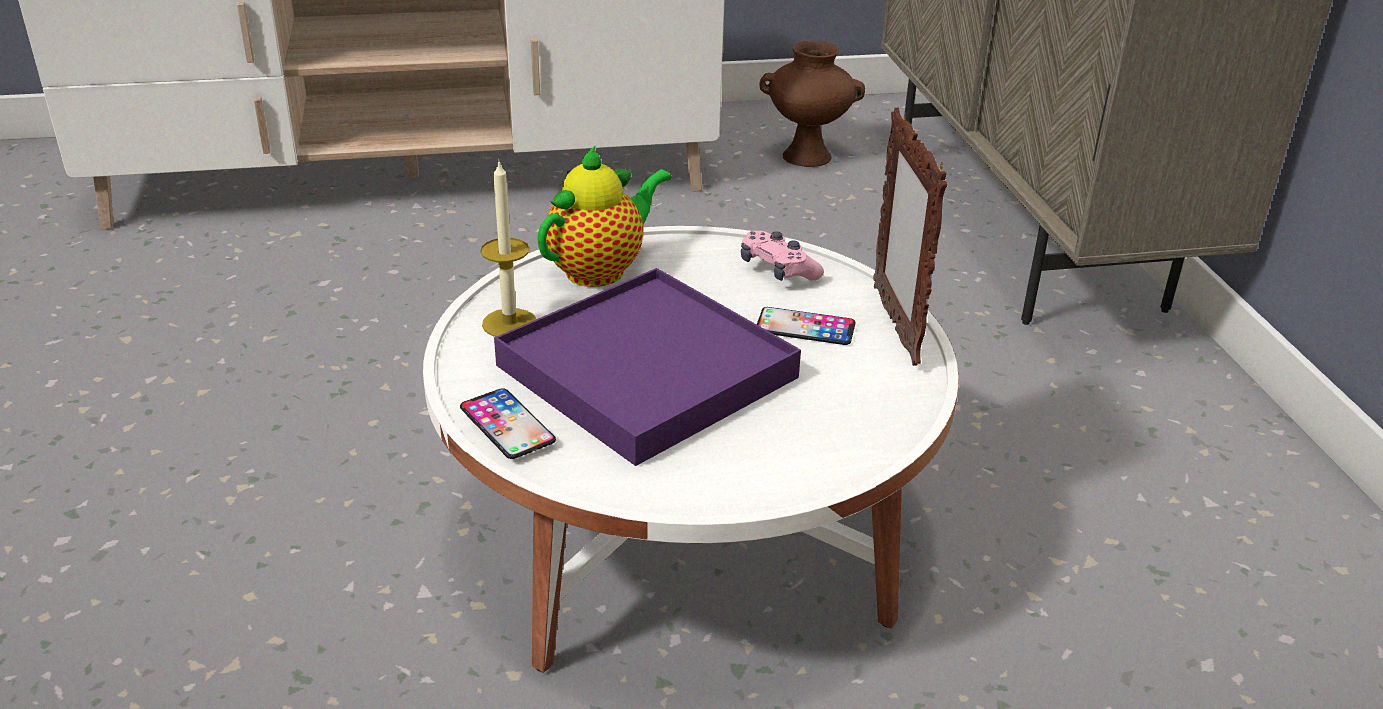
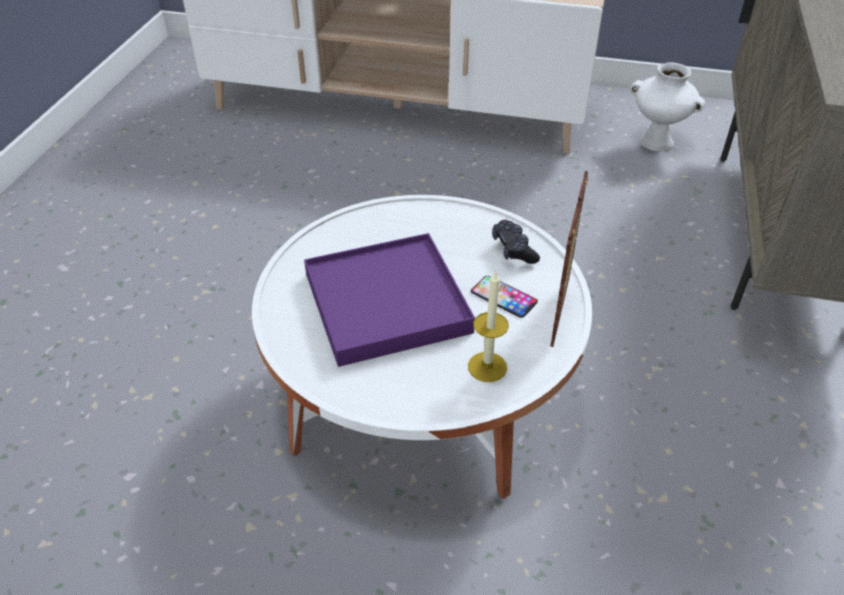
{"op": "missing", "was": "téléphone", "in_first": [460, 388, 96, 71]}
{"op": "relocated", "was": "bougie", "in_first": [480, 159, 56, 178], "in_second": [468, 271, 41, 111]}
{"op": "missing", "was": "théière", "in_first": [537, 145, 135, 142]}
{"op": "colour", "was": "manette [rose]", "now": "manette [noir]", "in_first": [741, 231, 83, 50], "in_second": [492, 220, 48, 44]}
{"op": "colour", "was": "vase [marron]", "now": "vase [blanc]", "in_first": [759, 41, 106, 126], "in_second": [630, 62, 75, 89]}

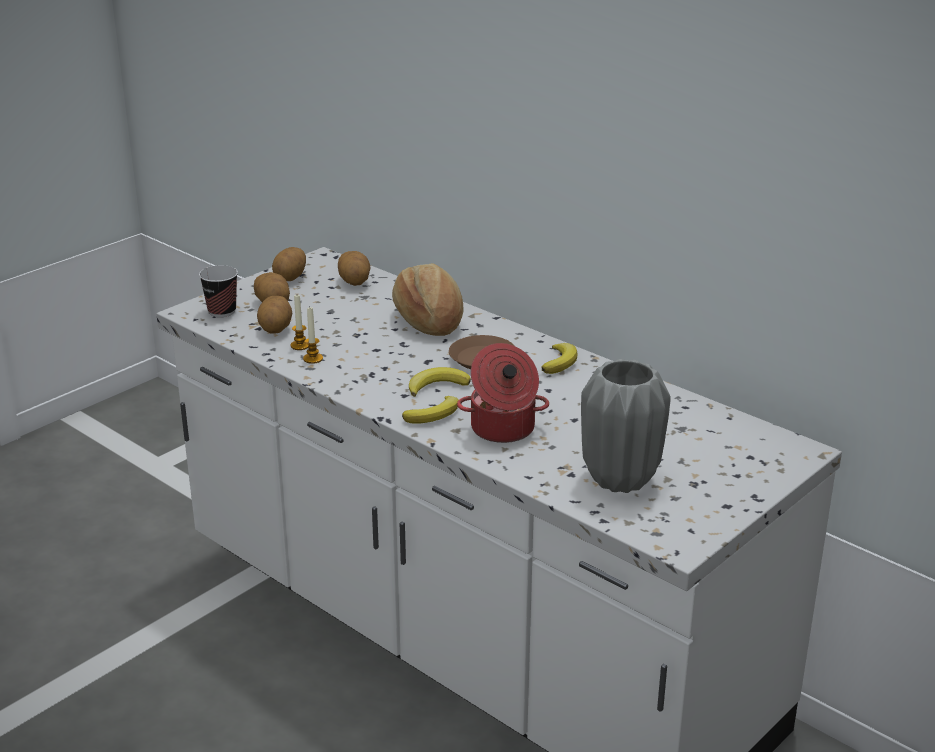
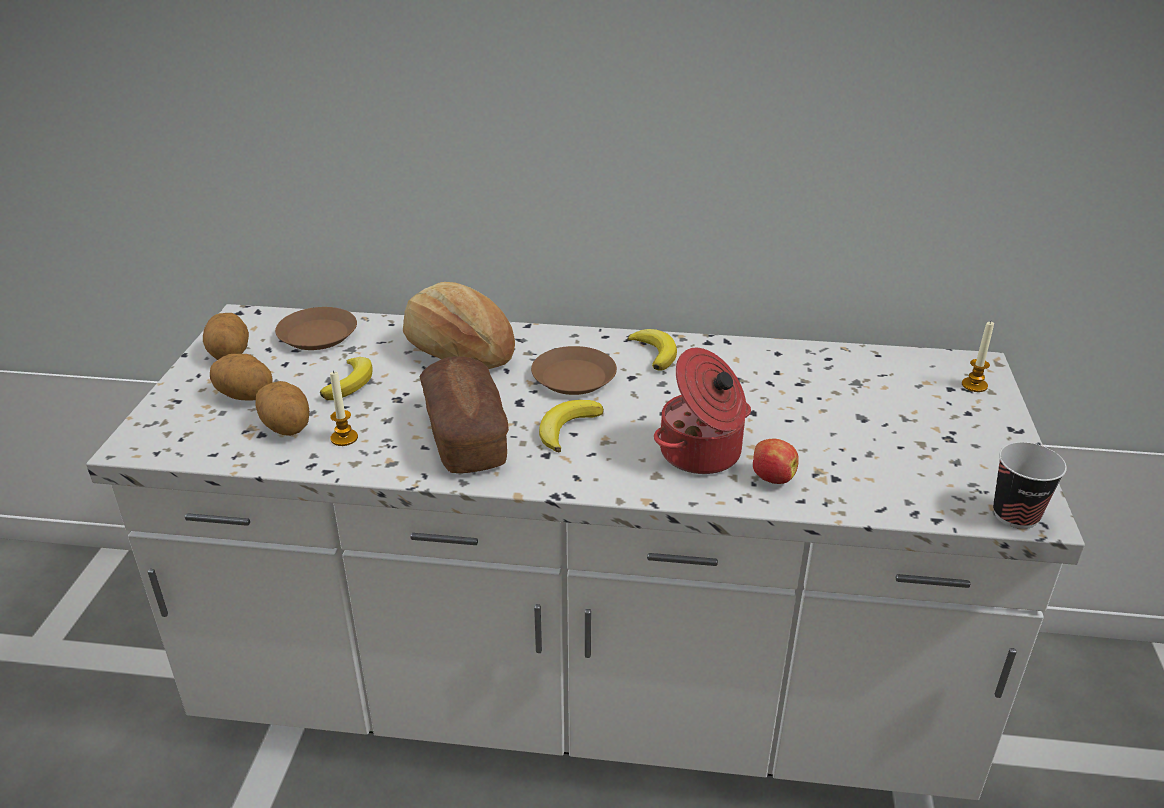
{"op": "relocated", "was": "tasse", "in_first": [199, 265, 39, 52], "in_second": [993, 442, 74, 87]}
{"op": "relocated", "was": "bougie", "in_first": [303, 307, 20, 57], "in_second": [962, 321, 32, 71]}
{"op": "exchanged", "was": "pomme de terre", "now": "assiette [marron]", "in_first": [338, 251, 32, 35], "in_second": [275, 307, 82, 43]}
{"op": "relocated", "was": "banane", "in_first": [402, 396, 56, 28], "in_second": [320, 357, 53, 43]}
{"op": "missing", "was": "vase [gris]", "in_first": [581, 359, 90, 134]}
{"op": "appeared", "now": "pain", "in_second": [419, 356, 90, 117]}
{"op": "appeared", "now": "pomme", "in_second": [753, 439, 46, 45]}

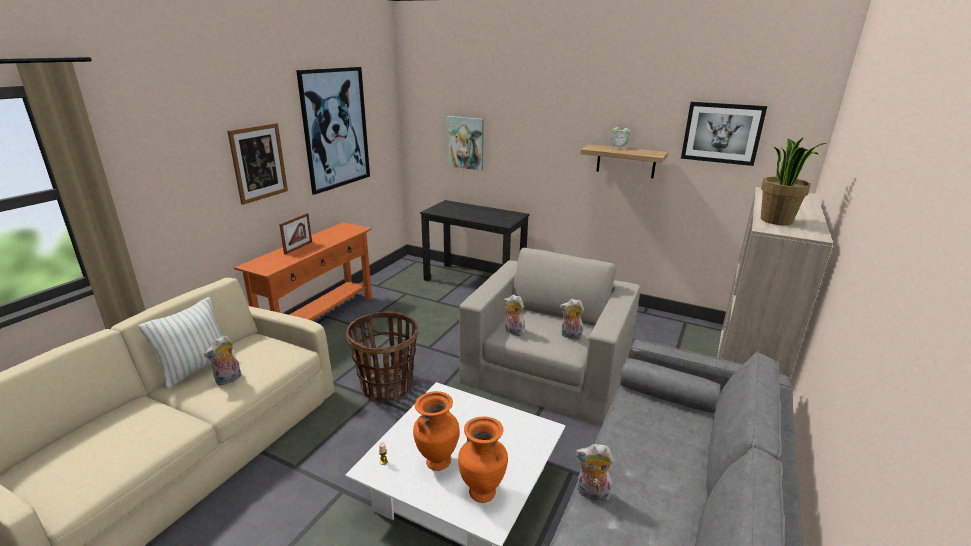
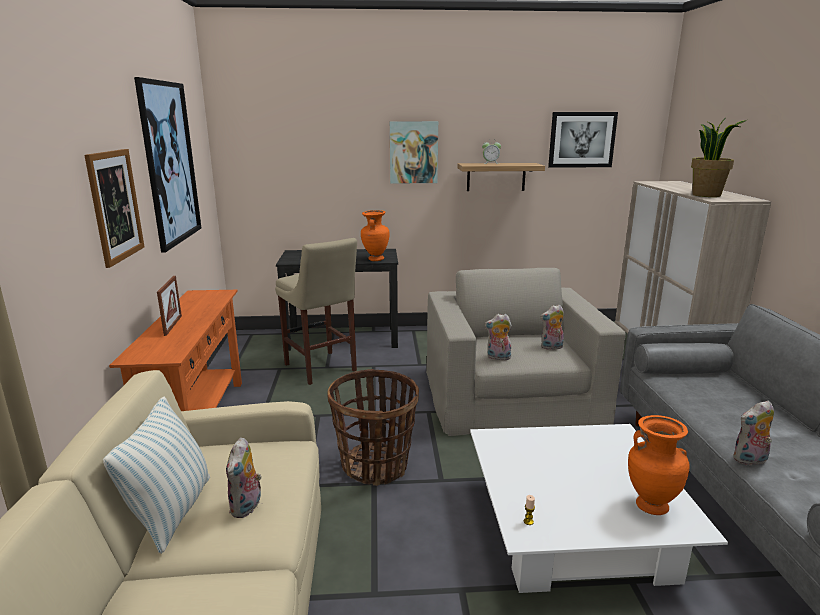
{"op": "relocated", "was": "vase [orange]", "in_first": [413, 391, 47, 80], "in_second": [361, 210, 29, 51]}
{"op": "relocated", "was": "tableau", "in_first": [446, 116, 38, 55], "in_second": [390, 121, 48, 63]}
{"op": "appeared", "now": "tabouret [beige]", "in_second": [275, 238, 82, 147]}

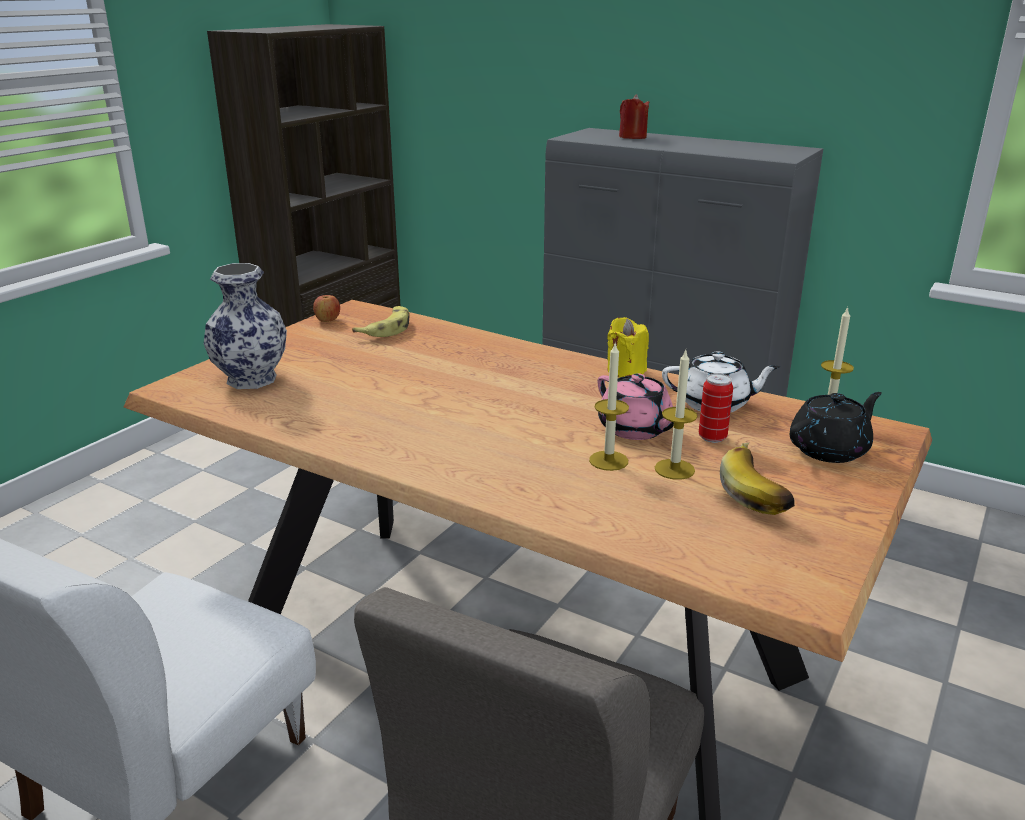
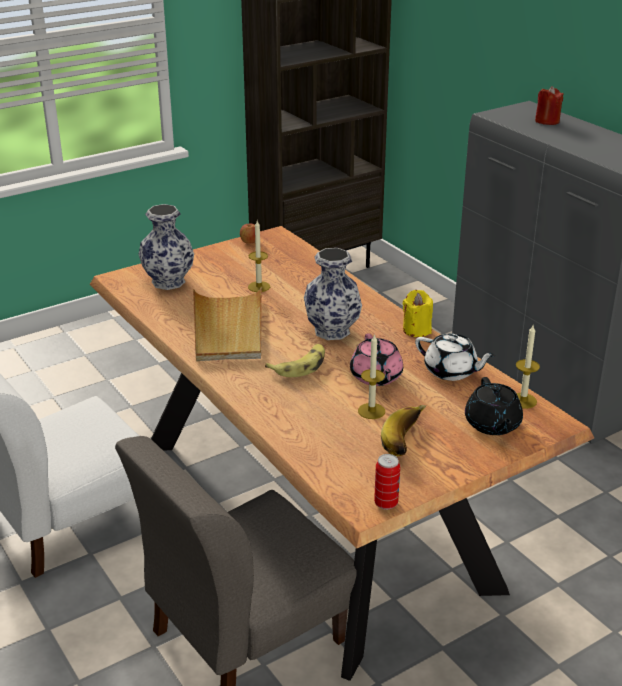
{"op": "relocated", "was": "banane", "in_first": [352, 306, 58, 31], "in_second": [265, 344, 60, 33]}
{"op": "relocated", "was": "bougie", "in_first": [589, 344, 40, 127], "in_second": [248, 221, 22, 71]}
{"op": "relocated", "was": "boîte métallique", "in_first": [699, 373, 34, 70], "in_second": [374, 454, 26, 56]}
{"op": "spun", "was": "théière [noir]", "in_first": [790, 392, 92, 71], "in_second": [465, 377, 58, 58], "clockwise": 90}
{"op": "appeared", "now": "plateau [beige]", "in_second": [193, 287, 69, 74]}
{"op": "appeared", "now": "vase", "in_second": [304, 248, 58, 92]}

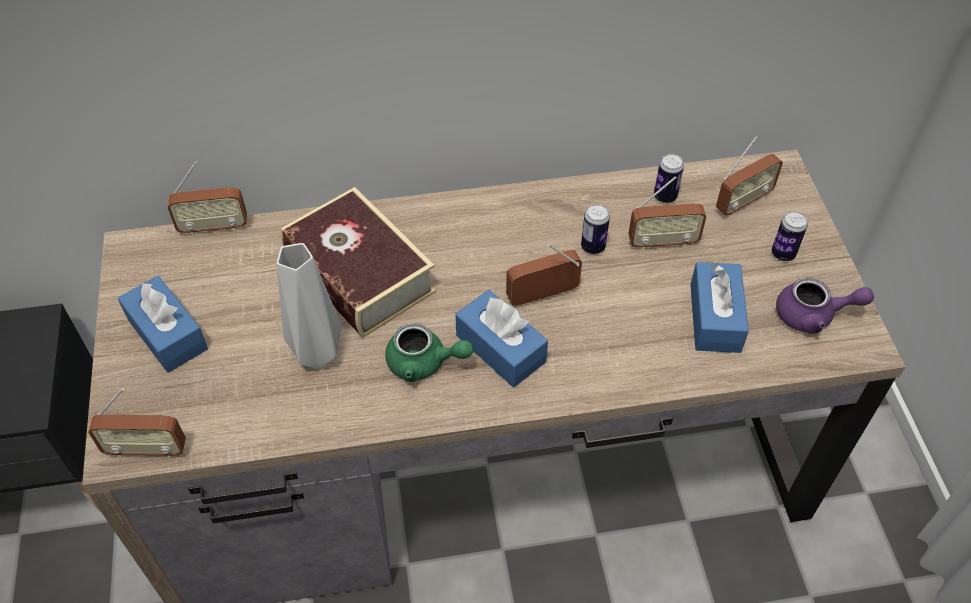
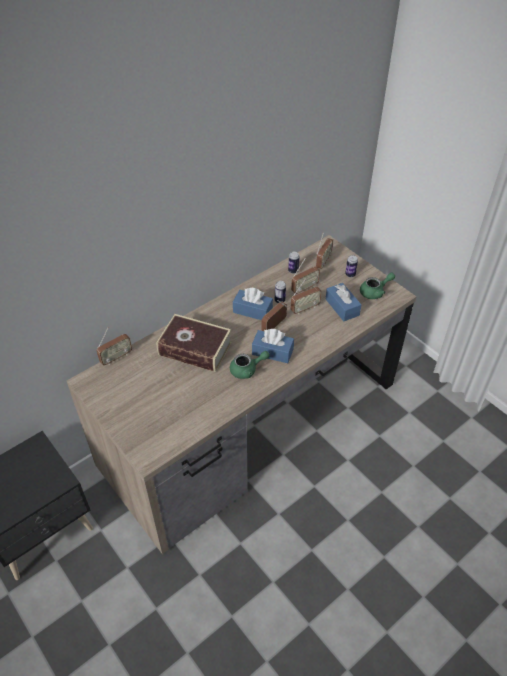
{"op": "relocated", "was": "radio", "in_first": [88, 388, 98, 71], "in_second": [291, 278, 31, 36]}
{"op": "relocated", "was": "boîte à mouchoirs [bleu]", "in_first": [118, 276, 90, 97], "in_second": [233, 288, 40, 32]}
{"op": "missing", "was": "vase [gris]", "in_first": [277, 243, 65, 127]}
{"op": "colour", "was": "théière [violet]", "now": "théière [vert]", "in_first": [776, 278, 98, 56], "in_second": [360, 273, 35, 26]}

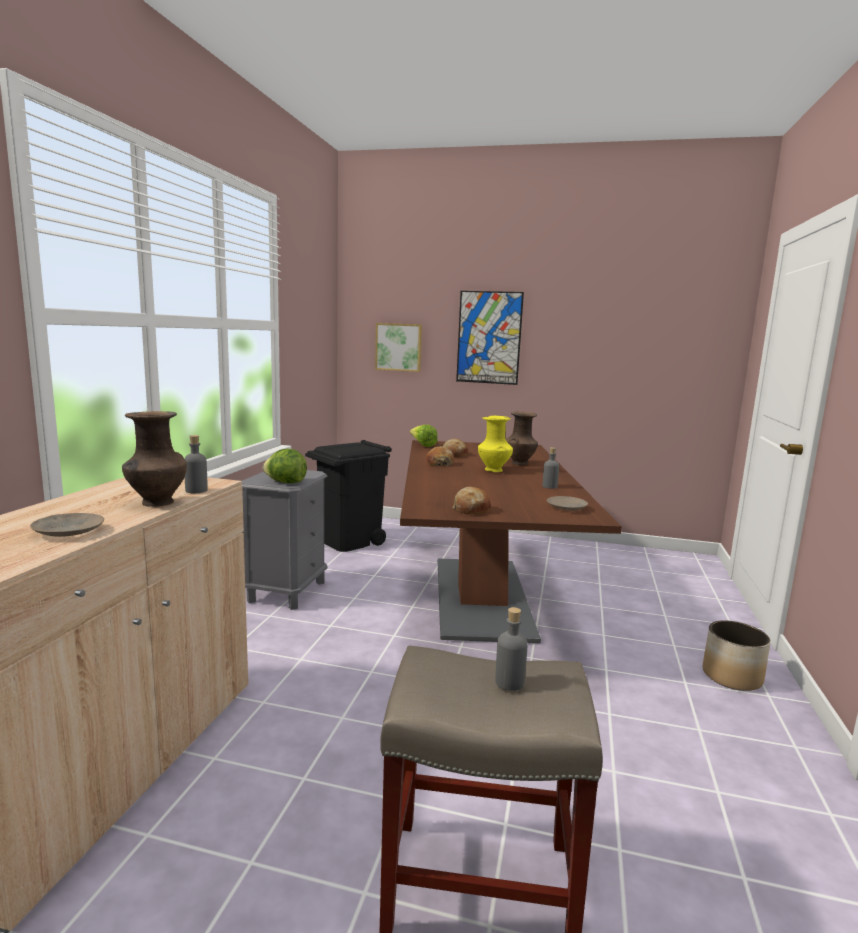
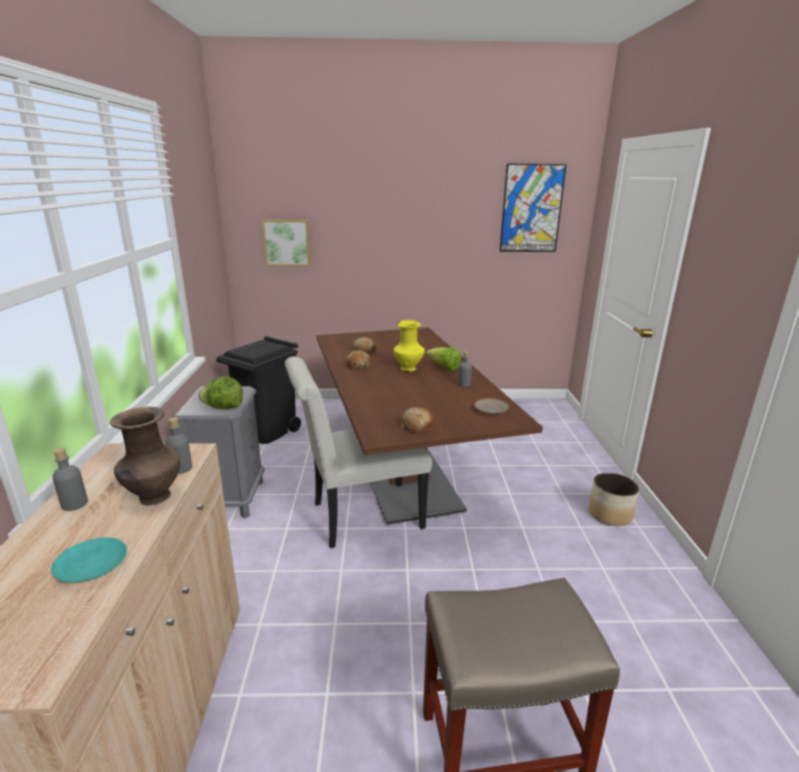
{"op": "colour", "was": "assiette [beige]", "now": "assiette [turquoise]", "in_first": [30, 513, 74, 24], "in_second": [51, 537, 76, 46]}
{"op": "relocated", "was": "laitue", "in_first": [410, 424, 28, 23], "in_second": [426, 347, 35, 24]}
{"op": "relocated", "was": "tableau", "in_first": [456, 291, 68, 94], "in_second": [500, 164, 67, 88]}
{"op": "relocated", "was": "bouteille [gris]", "in_first": [495, 607, 33, 84], "in_second": [52, 448, 36, 63]}
{"op": "missing", "was": "vase [marron]", "in_first": [506, 412, 32, 53]}
{"op": "appeared", "now": "chaise [blanc]", "in_second": [285, 356, 147, 192]}

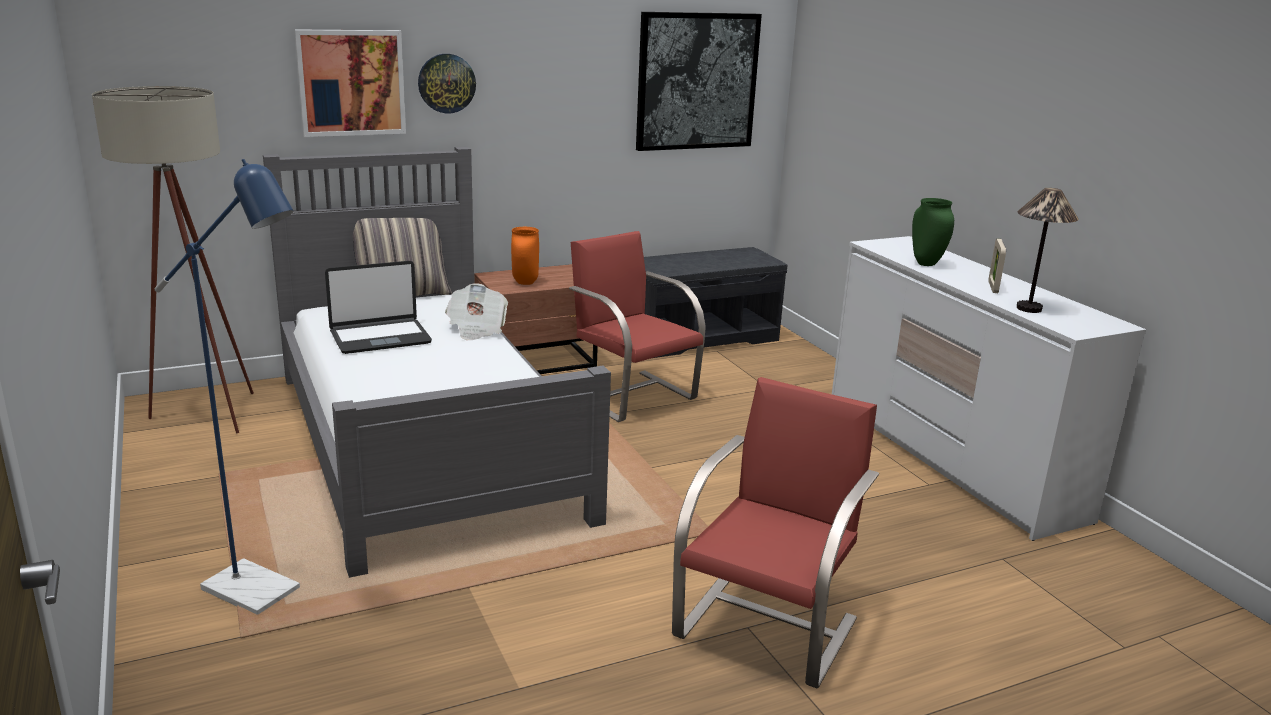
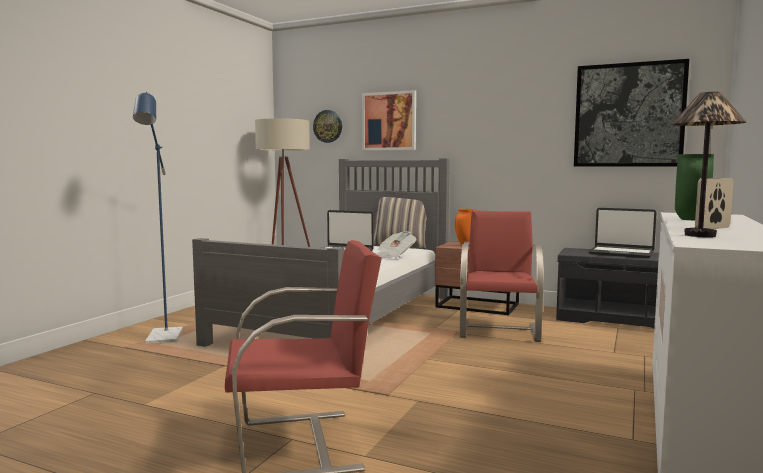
{"op": "relocated", "was": "horloge murale", "in_first": [418, 54, 58, 59], "in_second": [313, 110, 29, 33]}
{"op": "appeared", "now": "ordinateur portable", "in_second": [588, 208, 69, 50]}

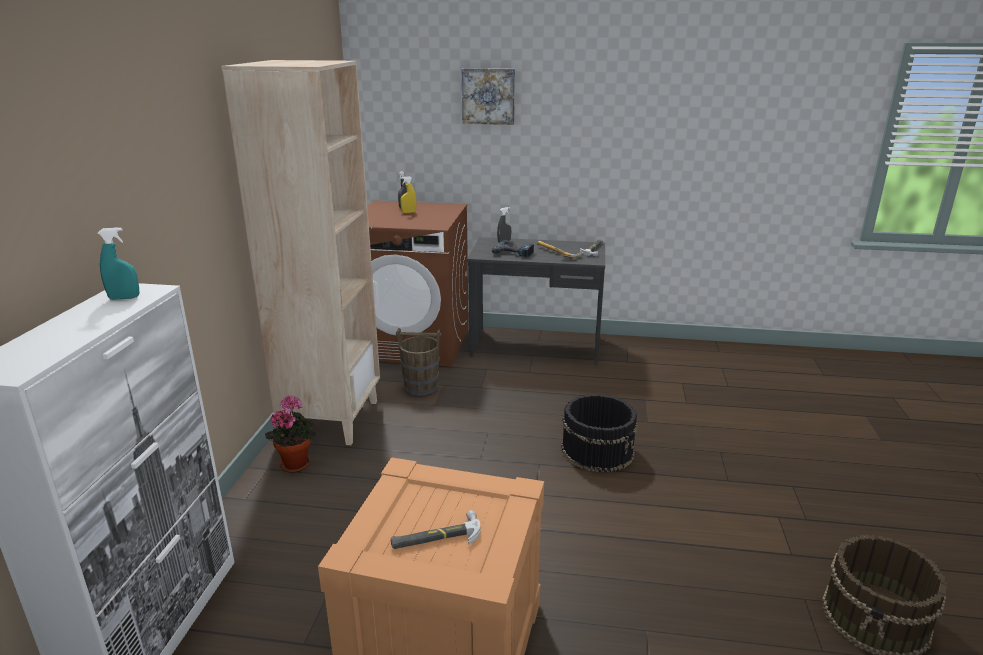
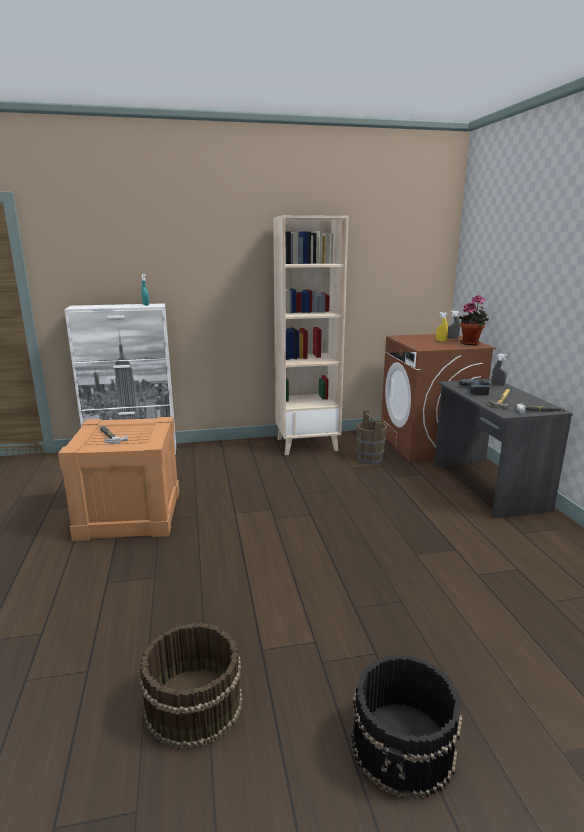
{"op": "relocated", "was": "plante en pot", "in_first": [265, 395, 52, 78], "in_second": [459, 295, 30, 50]}
{"op": "missing", "was": "tableau", "in_first": [462, 68, 53, 57]}
{"op": "relocated", "was": "seau [noir]", "in_first": [561, 394, 77, 78], "in_second": [351, 655, 112, 144]}

